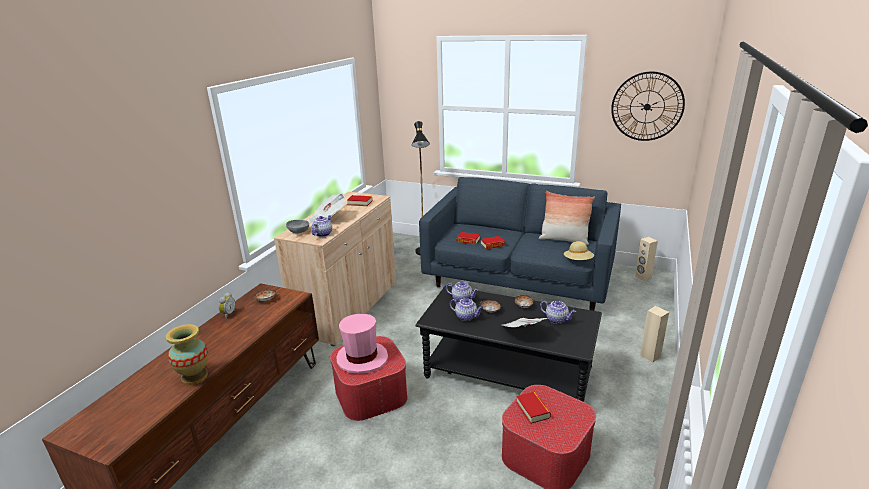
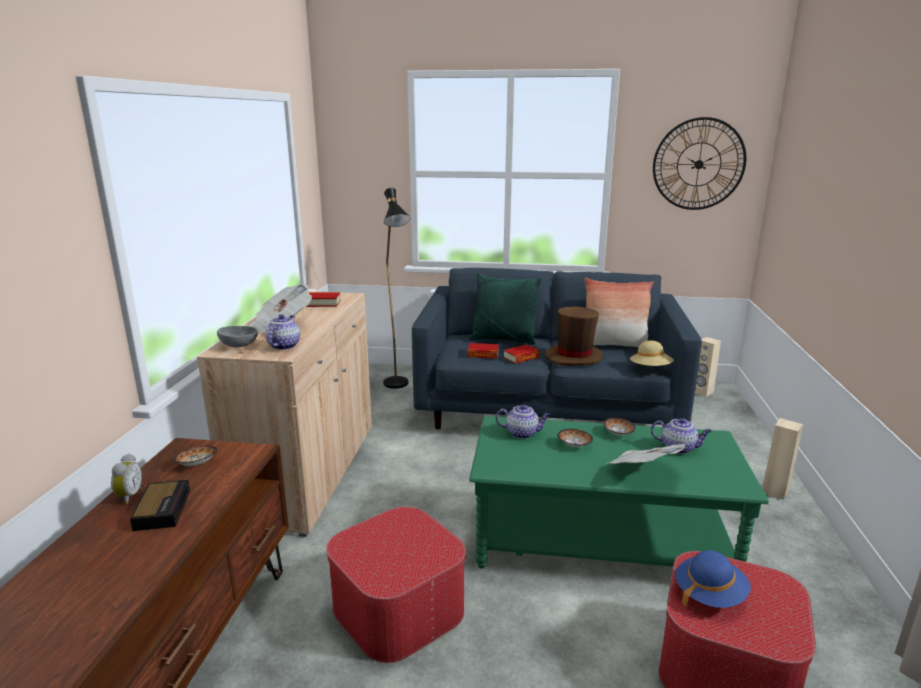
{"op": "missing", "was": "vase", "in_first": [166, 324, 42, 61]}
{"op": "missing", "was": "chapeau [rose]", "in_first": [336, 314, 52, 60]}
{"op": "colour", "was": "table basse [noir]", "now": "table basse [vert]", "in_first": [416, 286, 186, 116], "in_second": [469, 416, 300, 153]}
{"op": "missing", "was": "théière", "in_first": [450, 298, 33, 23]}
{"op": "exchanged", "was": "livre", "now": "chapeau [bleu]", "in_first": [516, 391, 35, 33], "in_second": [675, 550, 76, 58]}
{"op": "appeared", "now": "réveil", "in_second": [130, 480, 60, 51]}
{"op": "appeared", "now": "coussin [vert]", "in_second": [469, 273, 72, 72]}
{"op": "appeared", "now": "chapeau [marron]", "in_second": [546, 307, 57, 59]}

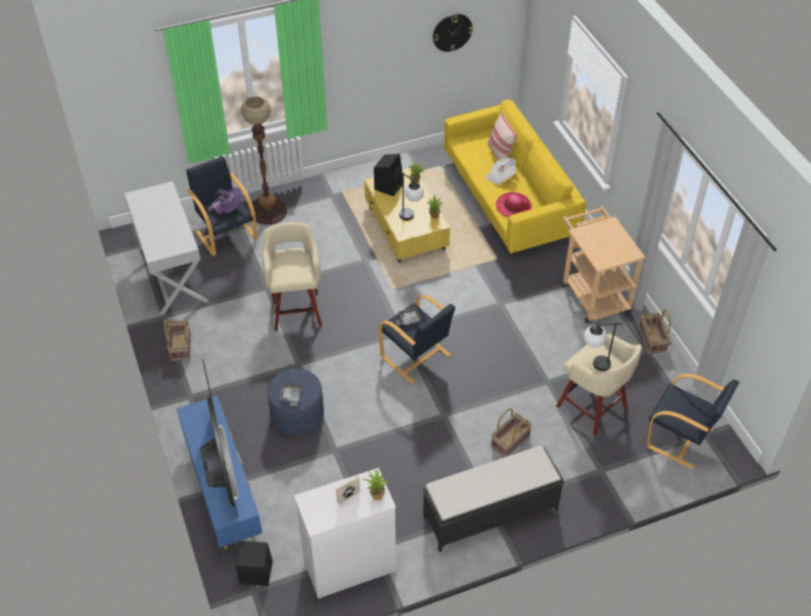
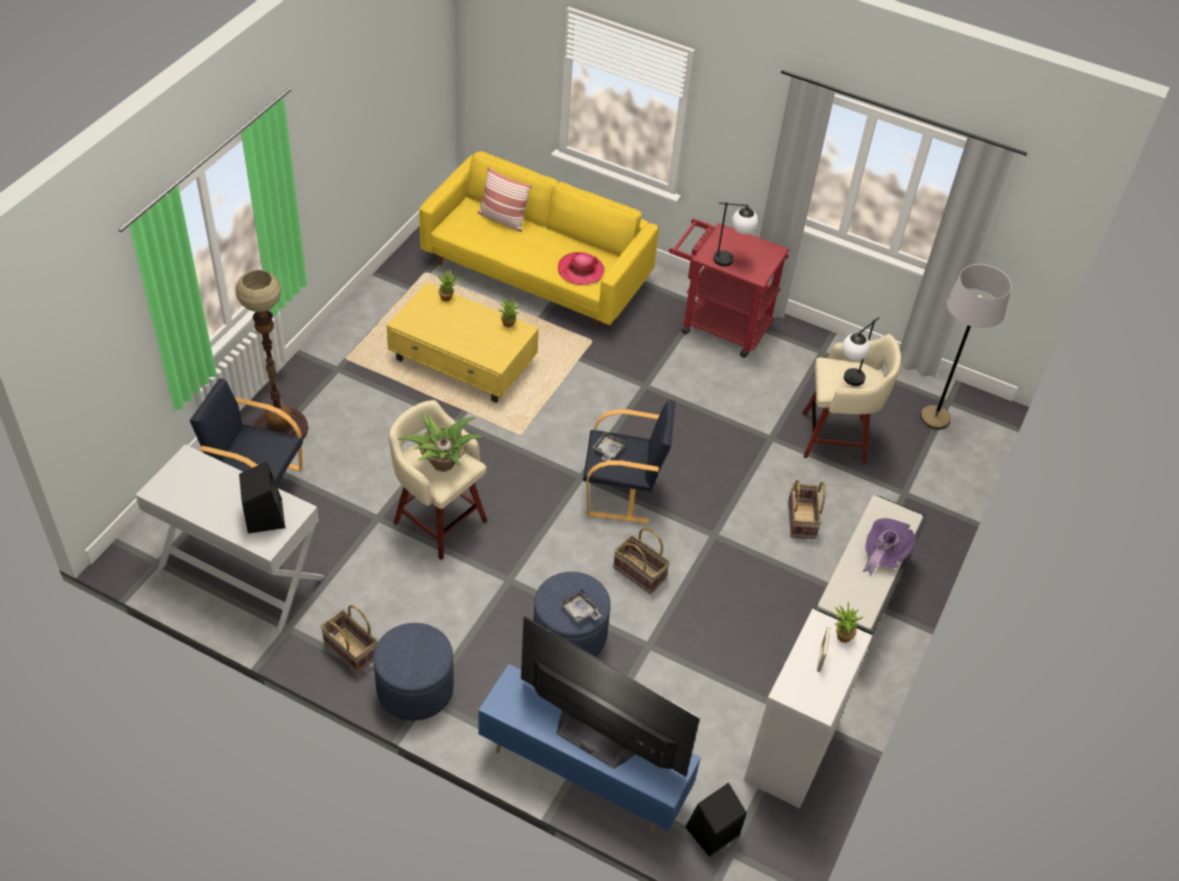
{"op": "relocated", "was": "chapeau [violet]", "in_first": [208, 187, 34, 28], "in_second": [863, 518, 53, 59]}
{"op": "relocated", "was": "enceinte [noir]", "in_first": [374, 154, 29, 43], "in_second": [239, 461, 46, 72]}
{"op": "relocated", "was": "lampe de table", "in_first": [399, 171, 25, 49], "in_second": [713, 202, 45, 65]}
{"op": "missing", "was": "horloge murale", "in_first": [433, 14, 40, 38]}
{"op": "missing", "was": "journal", "in_first": [485, 157, 31, 28]}
{"op": "colour", "was": "chariot [beige]", "now": "chariot [rouge]", "in_first": [561, 206, 85, 117], "in_second": [669, 218, 120, 140]}
{"op": "relocated", "was": "panier", "in_first": [639, 309, 32, 45], "in_second": [613, 528, 57, 66]}
{"op": "exchanged", "was": "fauteuil [noir]", "now": "lampadaire [gris]", "in_first": [647, 374, 92, 95], "in_second": [920, 264, 92, 166]}
{"op": "appeared", "now": "pouf [bleu]", "in_second": [373, 623, 81, 98]}
{"op": "appeared", "now": "plante en pot", "in_second": [397, 413, 85, 59]}

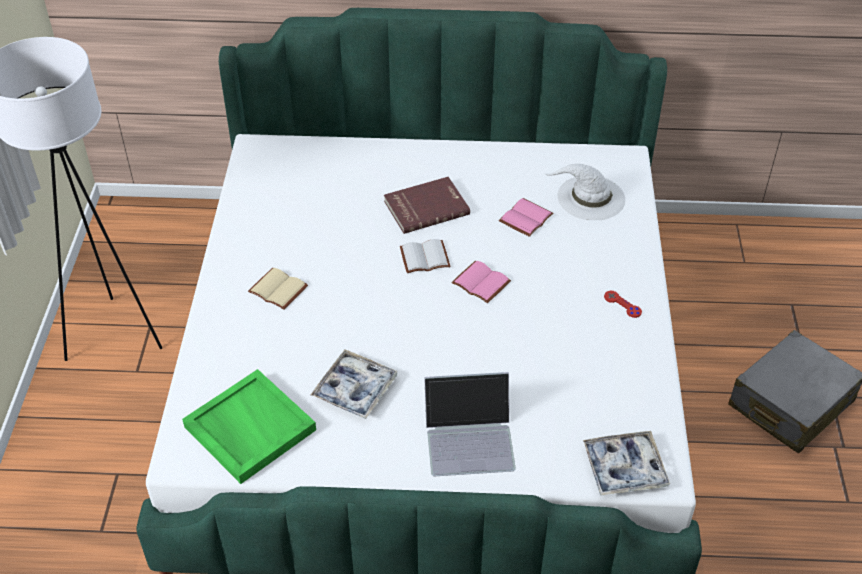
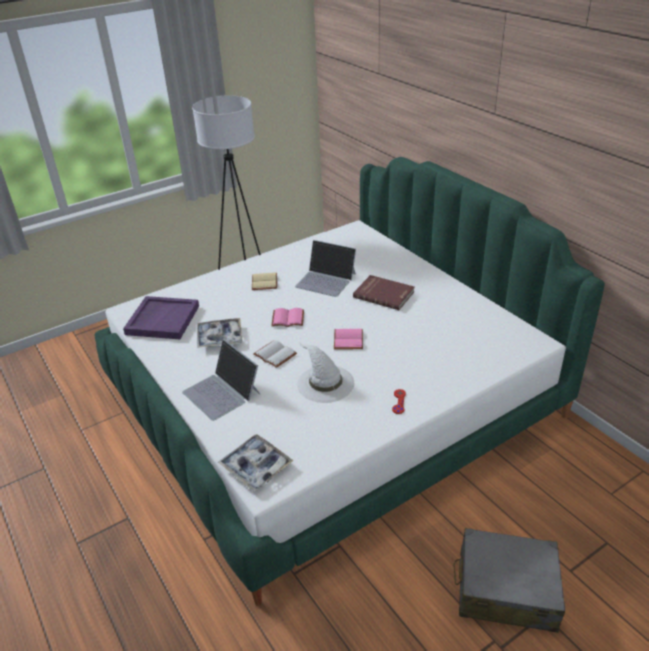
{"op": "colour", "was": "plateau [vert]", "now": "plateau [violet]", "in_first": [182, 369, 134, 115], "in_second": [123, 296, 76, 43]}
{"op": "relocated", "was": "livre [blanc]", "in_first": [400, 239, 51, 34], "in_second": [253, 340, 44, 28]}
{"op": "relocated", "was": "livre [rose]", "in_first": [499, 198, 55, 39], "in_second": [271, 308, 33, 19]}
{"op": "relocated", "was": "chapeau [blanc]", "in_first": [545, 164, 80, 56], "in_second": [297, 343, 57, 60]}
{"op": "appeared", "now": "ordinateur portable", "in_second": [295, 240, 61, 57]}

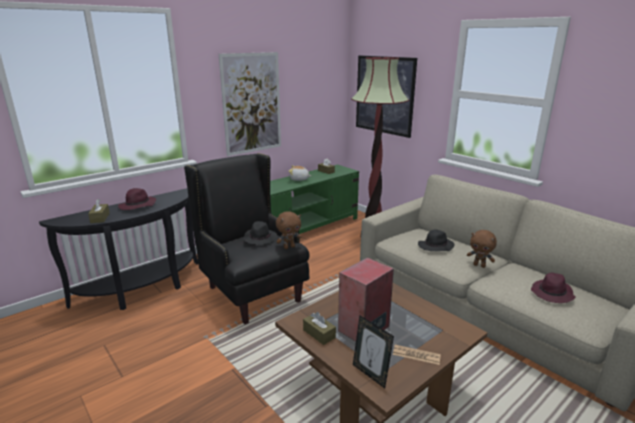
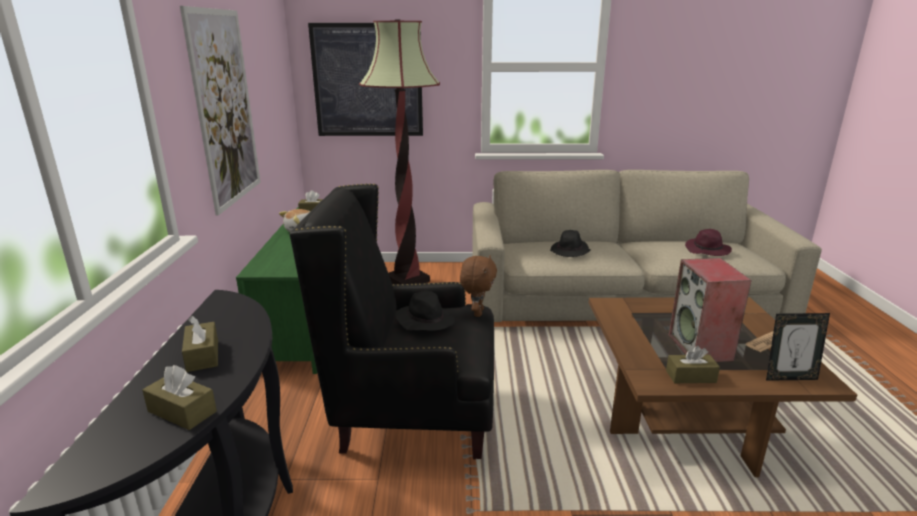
{"op": "exchanged", "was": "chapeau [violet]", "now": "boîte à mouchoirs [marron]", "in_first": [118, 188, 38, 22], "in_second": [182, 316, 36, 56]}
{"op": "missing", "was": "peluche [marron]", "in_first": [467, 230, 30, 38]}

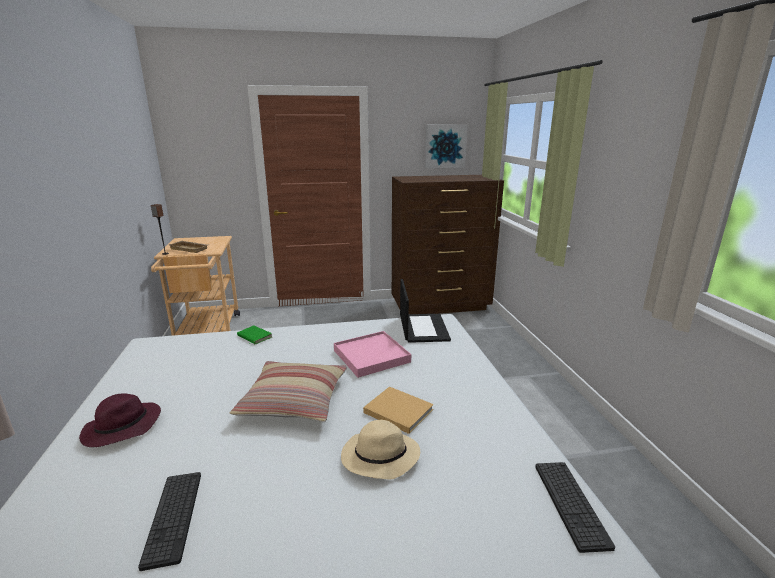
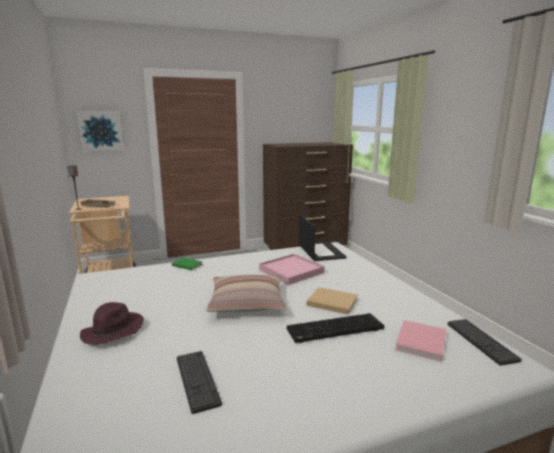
{"op": "exchanged", "was": "chapeau [beige]", "now": "clavier", "in_first": [341, 420, 79, 59], "in_second": [287, 313, 97, 30]}
{"op": "relocated", "was": "tableau", "in_first": [425, 125, 42, 43], "in_second": [77, 111, 47, 41]}
{"op": "appeared", "now": "livre [rose]", "in_second": [395, 320, 52, 42]}

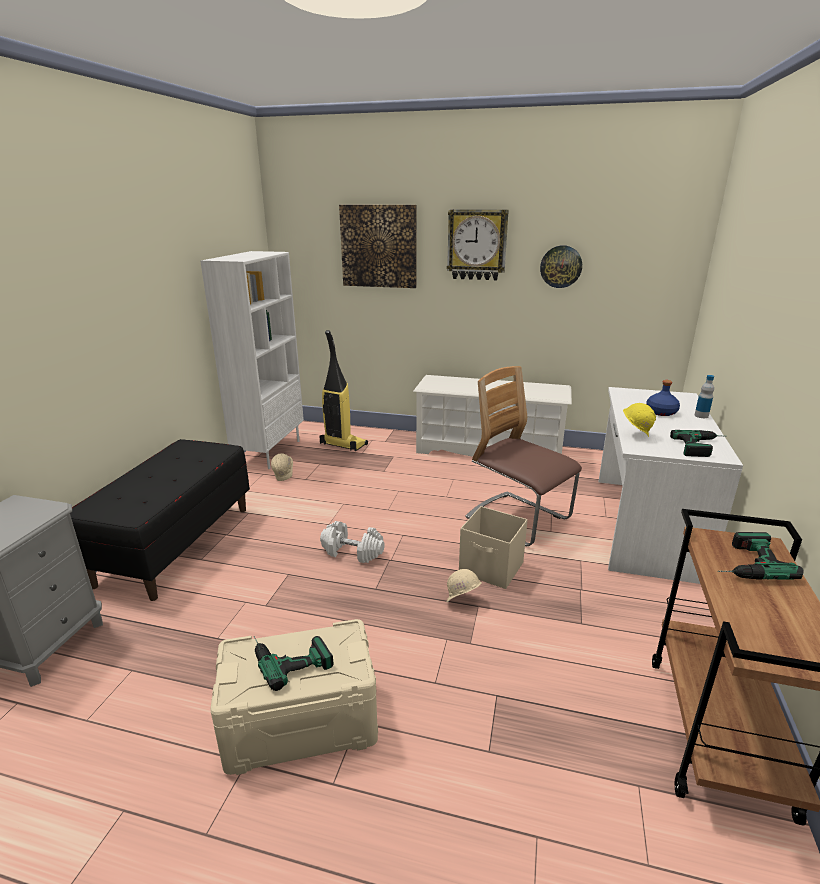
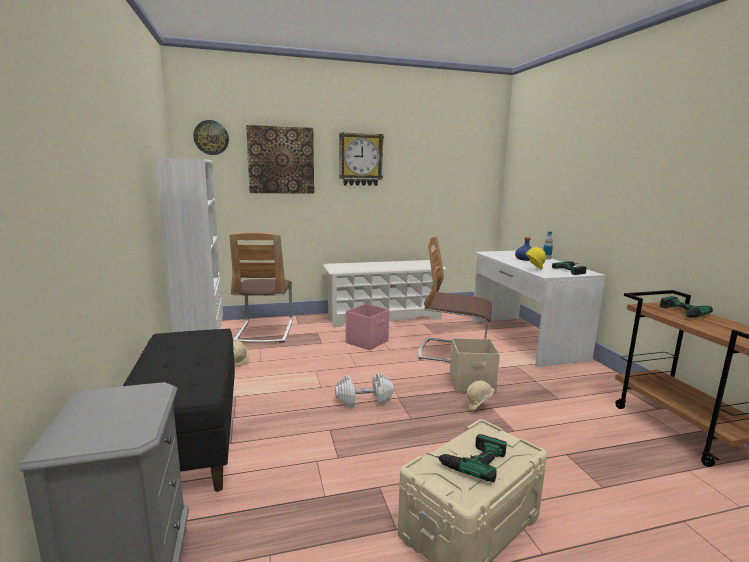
{"op": "exchanged", "was": "aspirateur", "now": "chaise", "in_first": [319, 330, 49, 121], "in_second": [229, 233, 63, 110]}
{"op": "relocated", "was": "horloge murale", "in_first": [540, 245, 42, 43], "in_second": [193, 120, 36, 35]}
{"op": "appeared", "now": "boîte de rangement [rose]", "in_second": [346, 304, 43, 46]}

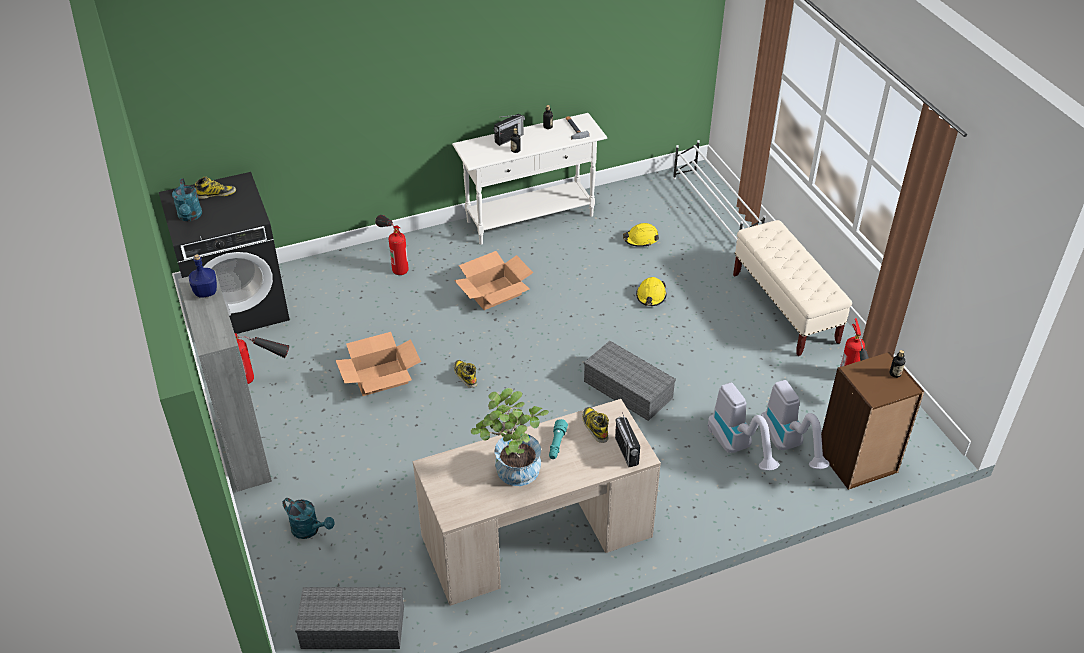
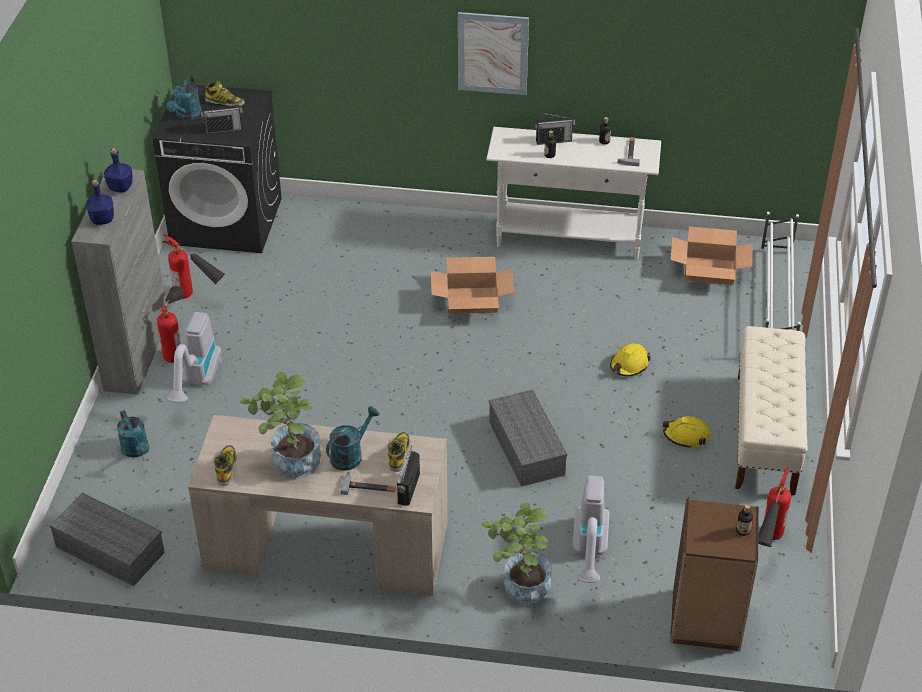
{"op": "relocated", "was": "carton", "in_first": [336, 332, 85, 64], "in_second": [671, 226, 82, 59]}
{"op": "relocated", "was": "extincteur", "in_first": [375, 215, 34, 60], "in_second": [157, 286, 27, 77]}
{"op": "relocated", "was": "botte", "in_first": [454, 360, 23, 28], "in_second": [214, 445, 23, 41]}
{"op": "exchanged", "was": "lampe de poche [turquoise]", "now": "arrosoir [turquoise]", "in_first": [549, 419, 19, 40], "in_second": [326, 406, 54, 65]}
{"op": "relocated", "was": "casque de chantier [jaune]", "in_first": [623, 223, 36, 24], "in_second": [663, 416, 47, 32]}
{"op": "relocated", "was": "aspirateur", "in_first": [761, 380, 69, 89], "in_second": [167, 312, 55, 90]}
{"op": "appeared", "now": "bouteille [bleu]", "in_second": [86, 180, 28, 45]}
{"op": "appeared", "now": "radio", "in_second": [201, 101, 42, 33]}
{"op": "appeared", "now": "marteau", "in_second": [340, 471, 56, 24]}
{"op": "appeared", "now": "tableau", "in_second": [458, 12, 71, 83]}
{"op": "appeared", "now": "plante en pot", "in_second": [481, 502, 71, 103]}

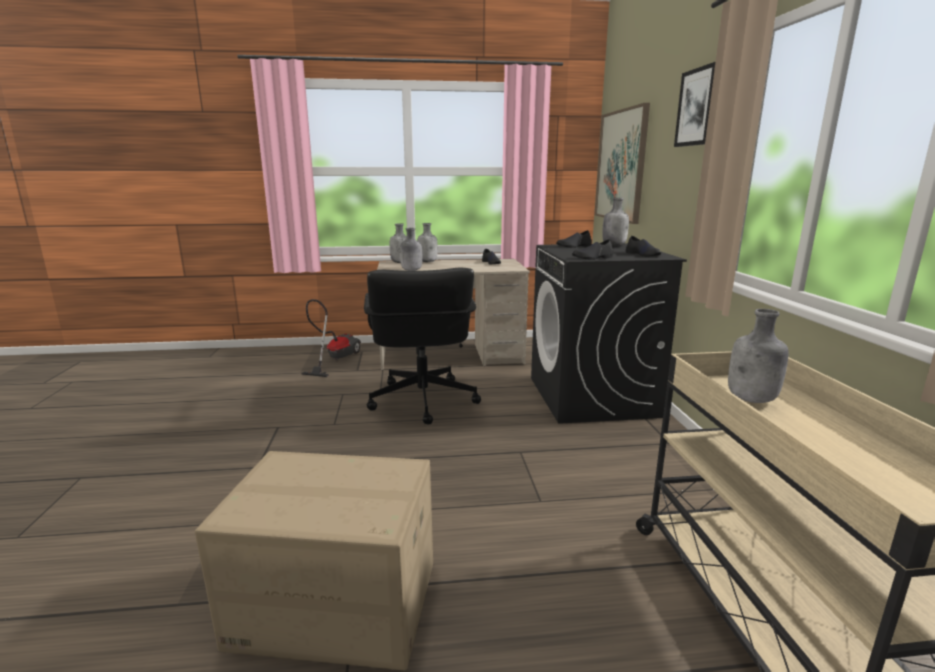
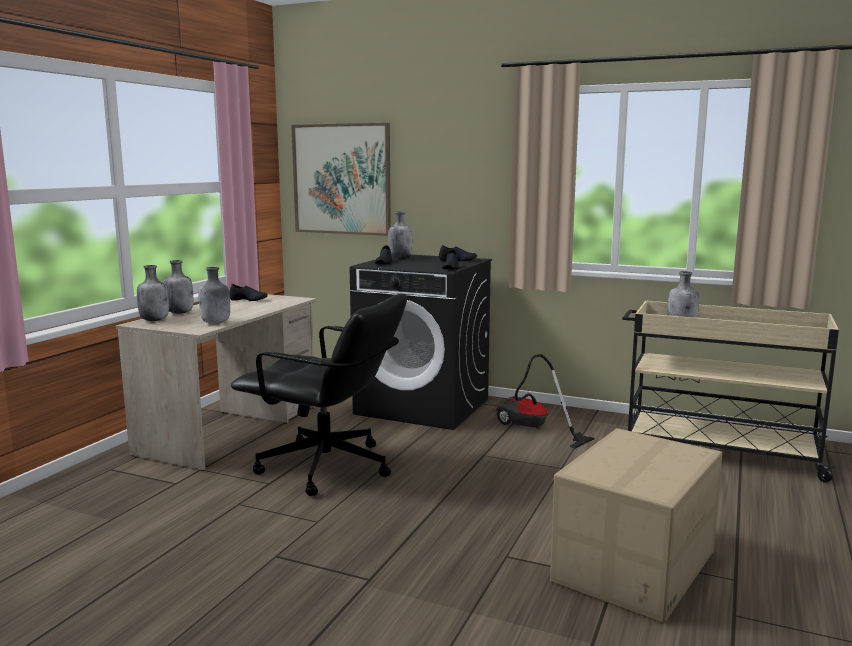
{"op": "relocated", "was": "aspirateur", "in_first": [301, 299, 60, 78], "in_second": [496, 354, 99, 95]}
{"op": "missing", "was": "tableau", "in_first": [674, 62, 41, 85]}

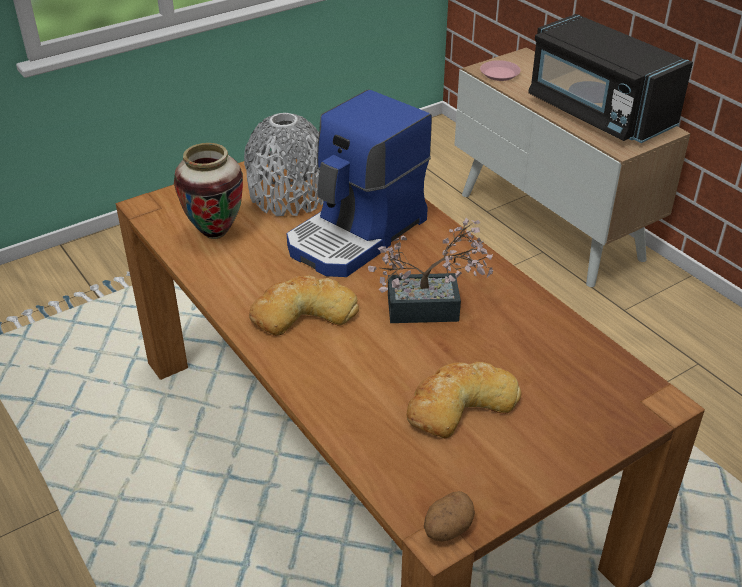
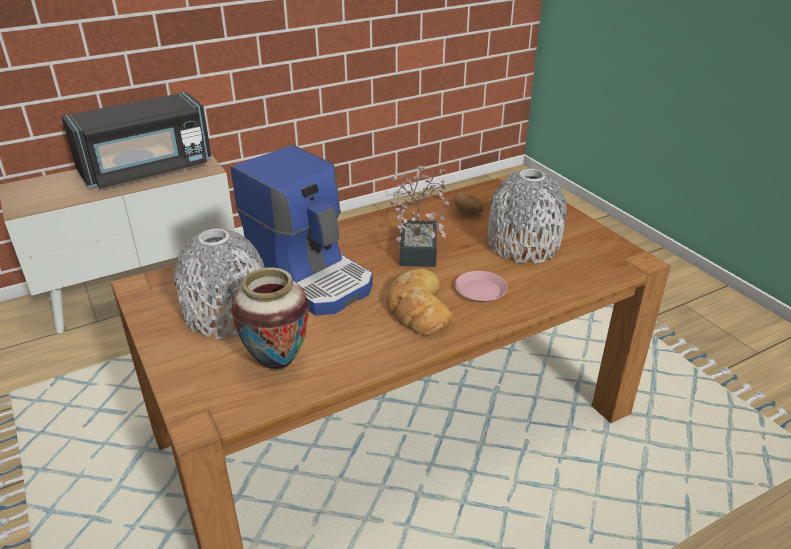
{"op": "exchanged", "was": "pain", "now": "vase [gris]", "in_first": [407, 362, 115, 77], "in_second": [488, 169, 79, 95]}
{"op": "relocated", "was": "pomme de terre", "in_first": [424, 491, 51, 51], "in_second": [455, 192, 29, 23]}
{"op": "relocated", "was": "assiette [rose]", "in_first": [480, 60, 41, 21], "in_second": [455, 271, 52, 31]}

